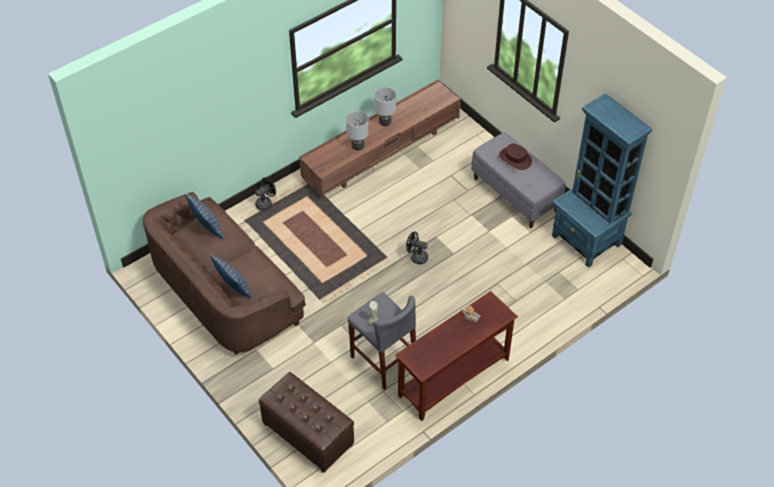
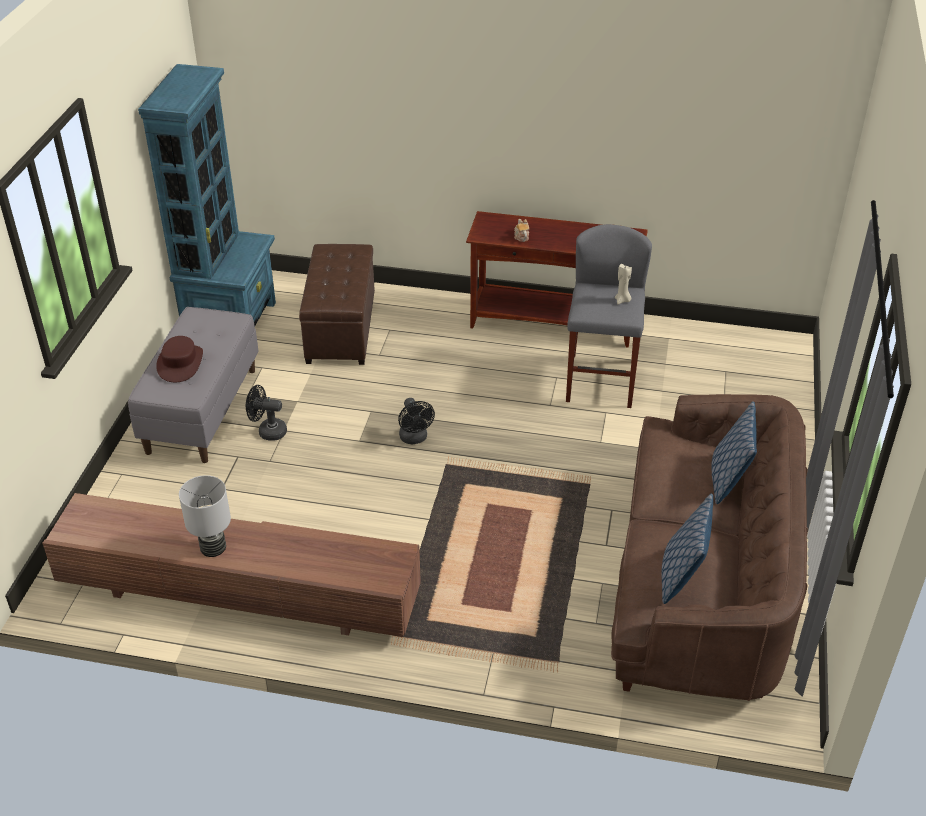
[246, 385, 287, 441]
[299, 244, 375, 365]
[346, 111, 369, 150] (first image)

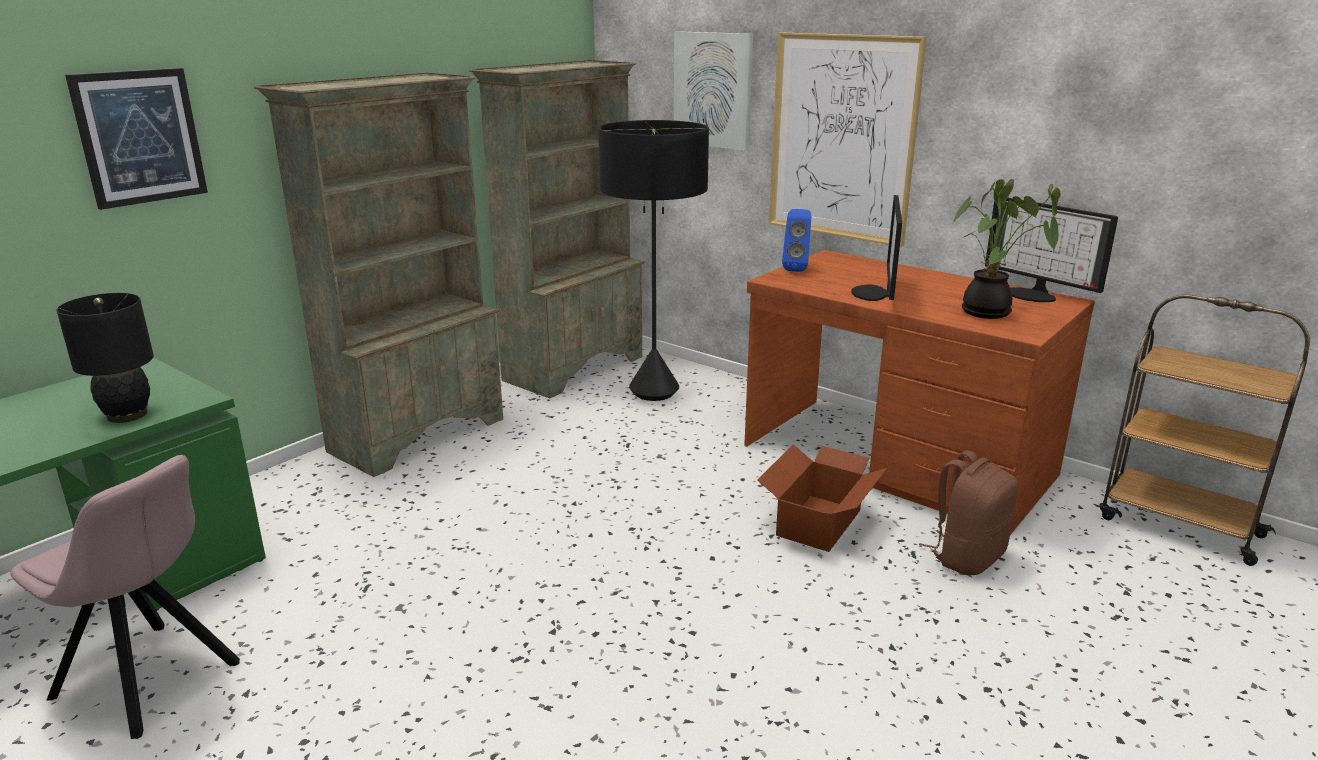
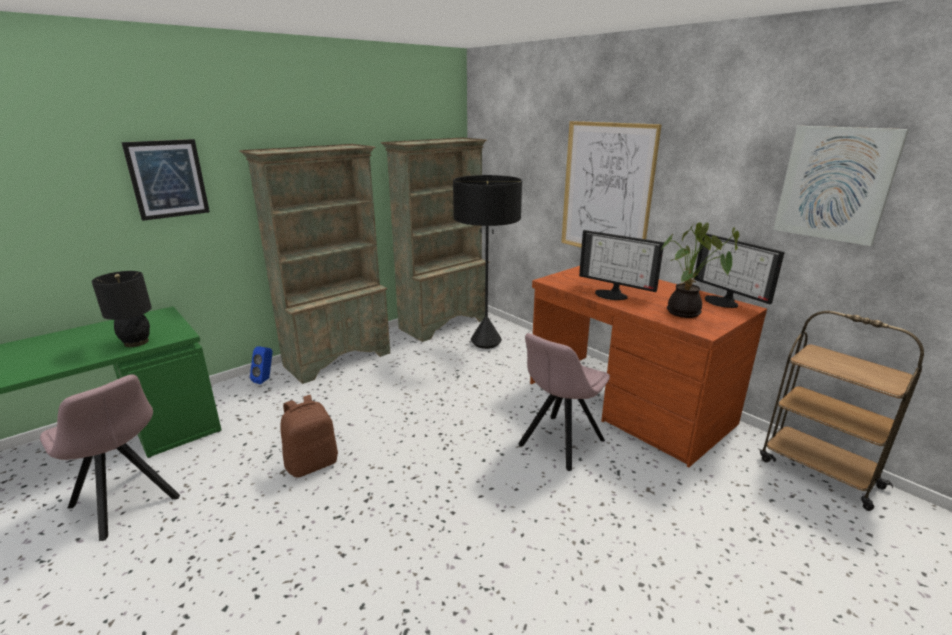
[250, 346, 272, 384]
[280, 395, 338, 478]
[518, 333, 610, 471]
[579, 230, 664, 300]
[773, 126, 909, 246]

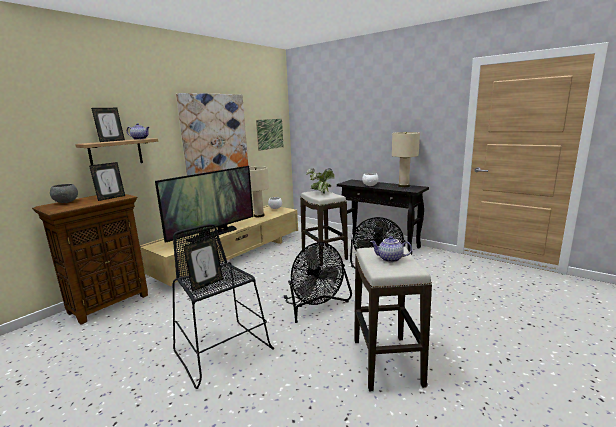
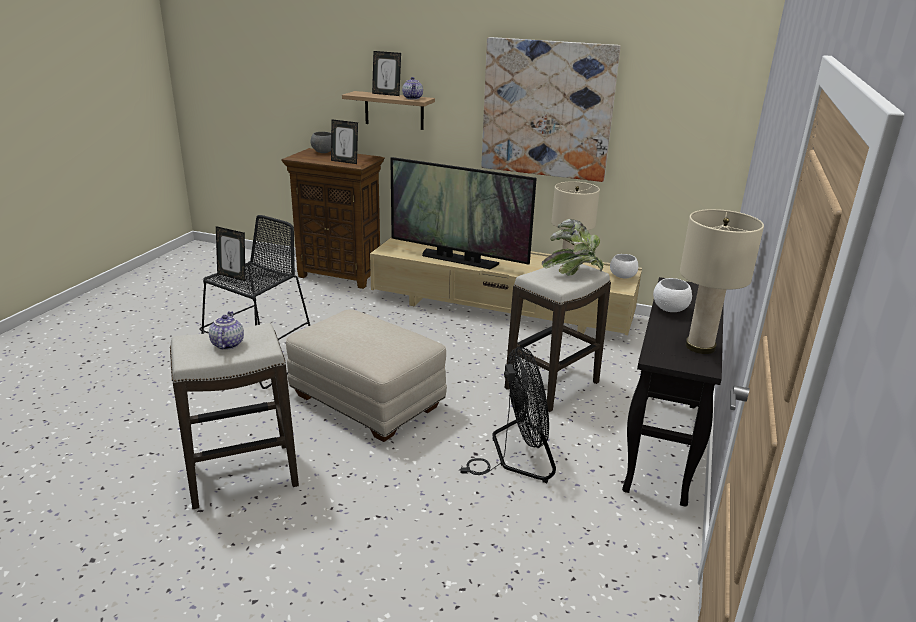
[286, 309, 447, 442]
[256, 119, 284, 151] (first image)

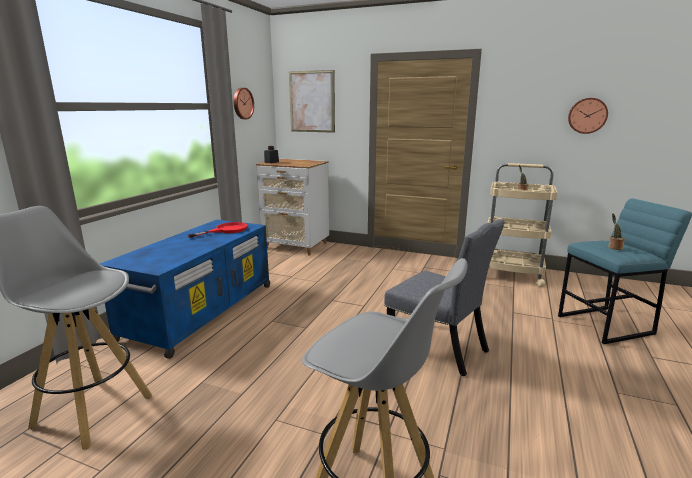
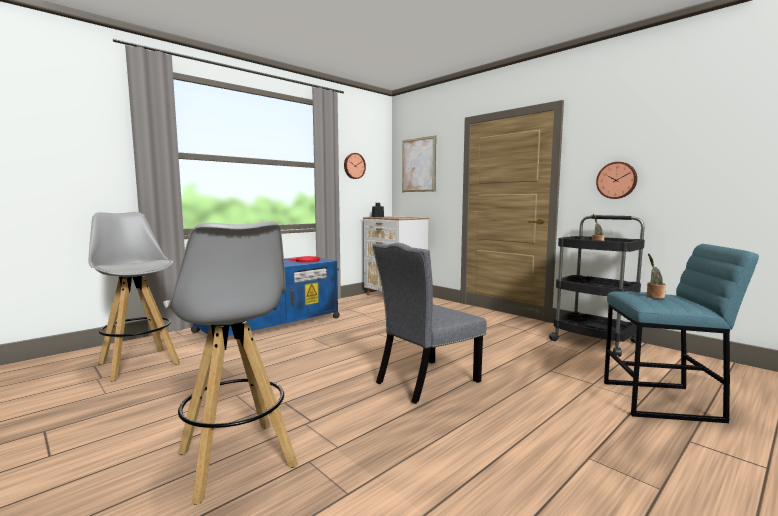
[372, 243, 486, 404]
[549, 215, 645, 357]
[596, 162, 637, 199]

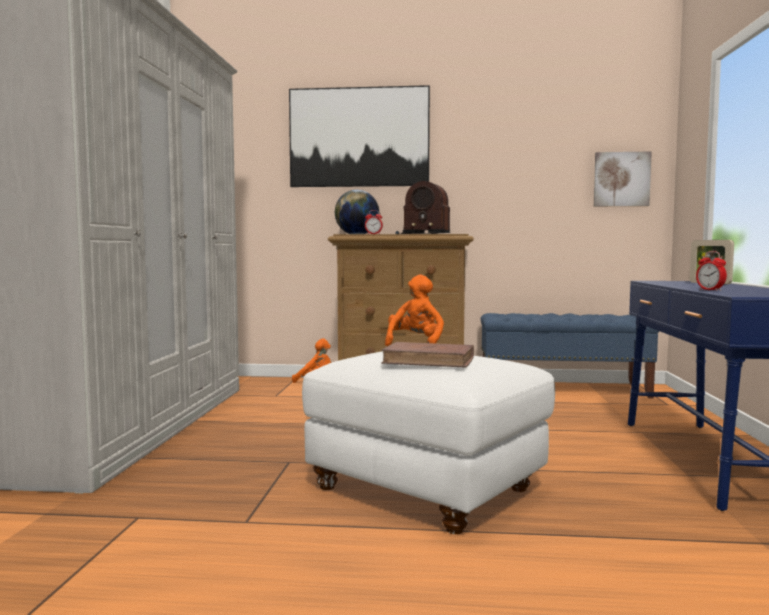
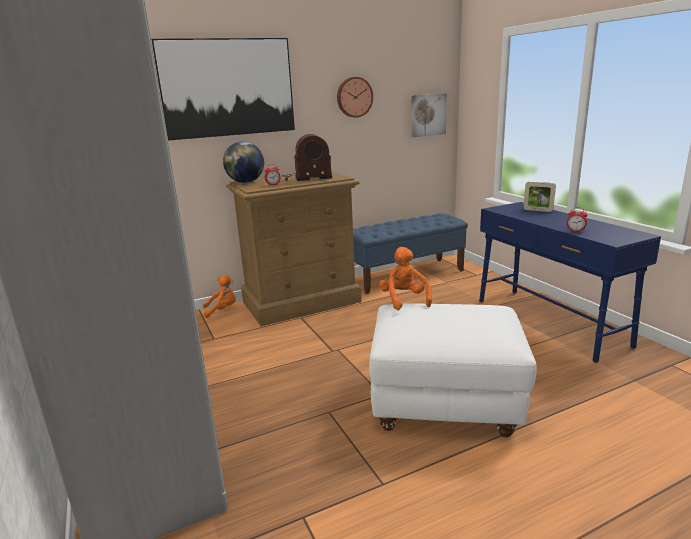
[337, 77, 373, 118]
[381, 342, 474, 368] (first image)

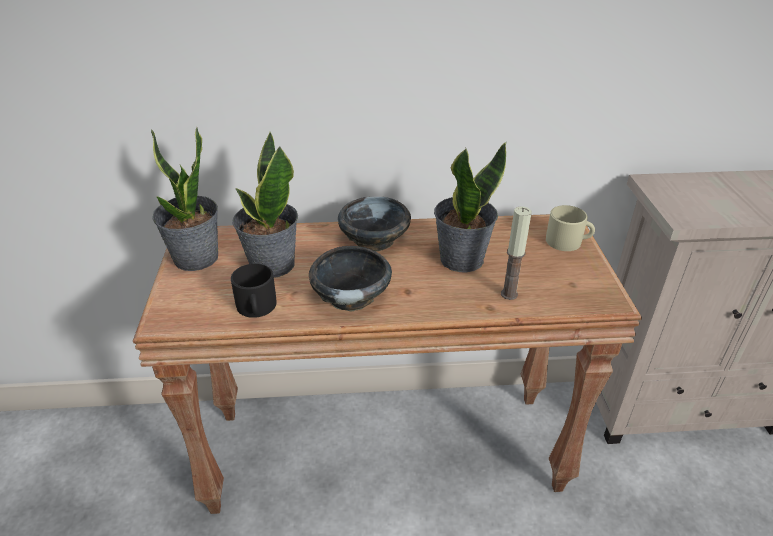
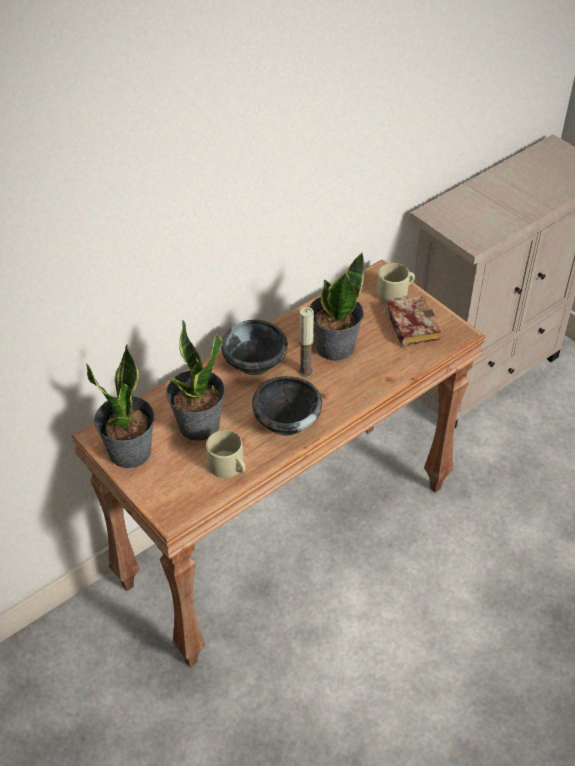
[206, 430, 246, 478]
[299, 307, 314, 377]
[385, 295, 441, 347]

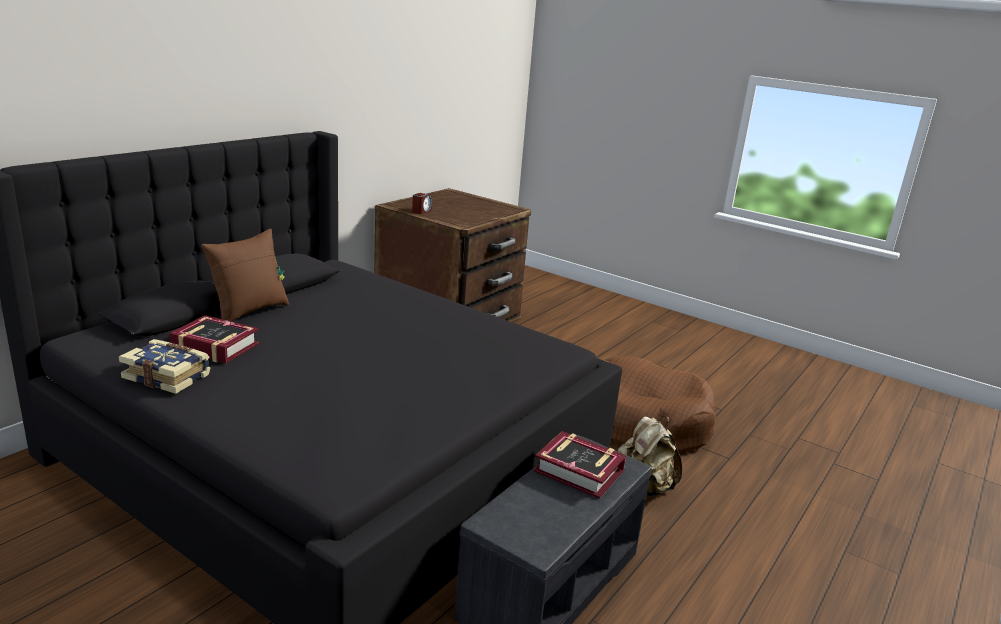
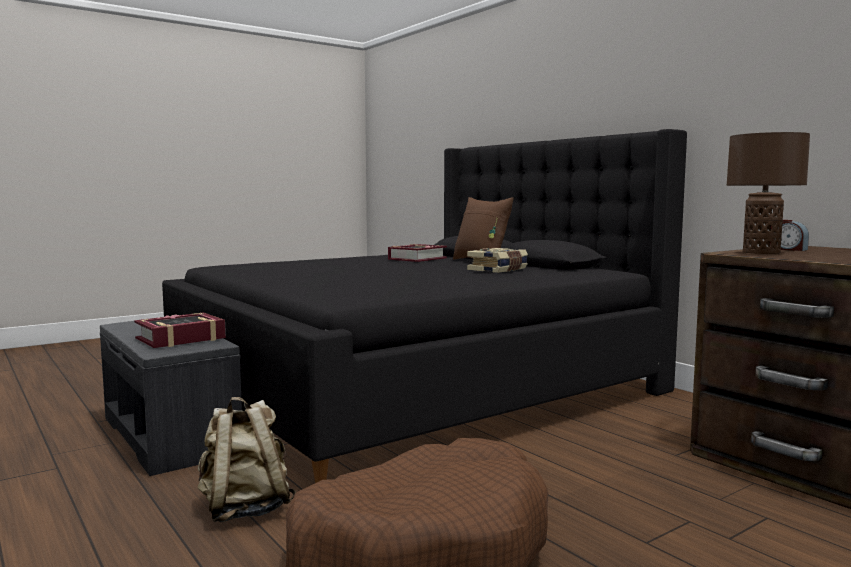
[467, 248, 528, 273]
[727, 132, 810, 254]

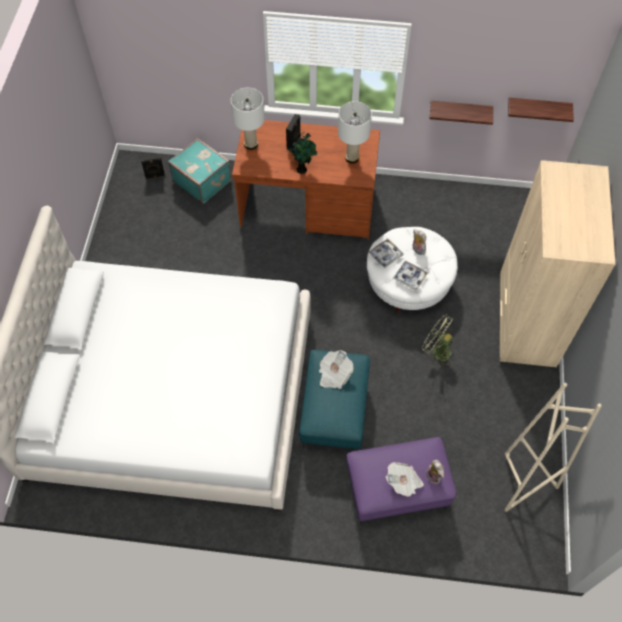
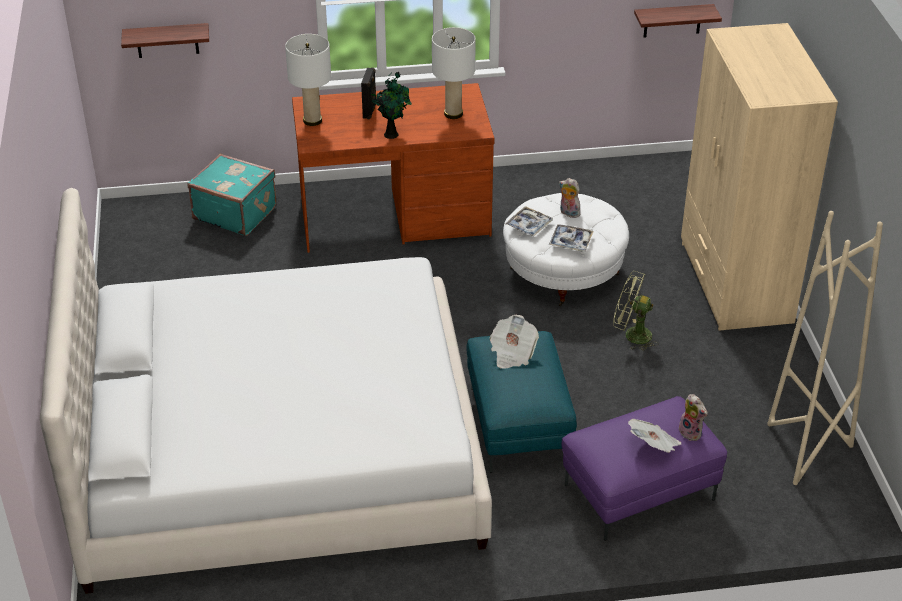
[121, 23, 209, 58]
[141, 155, 165, 179] (first image)

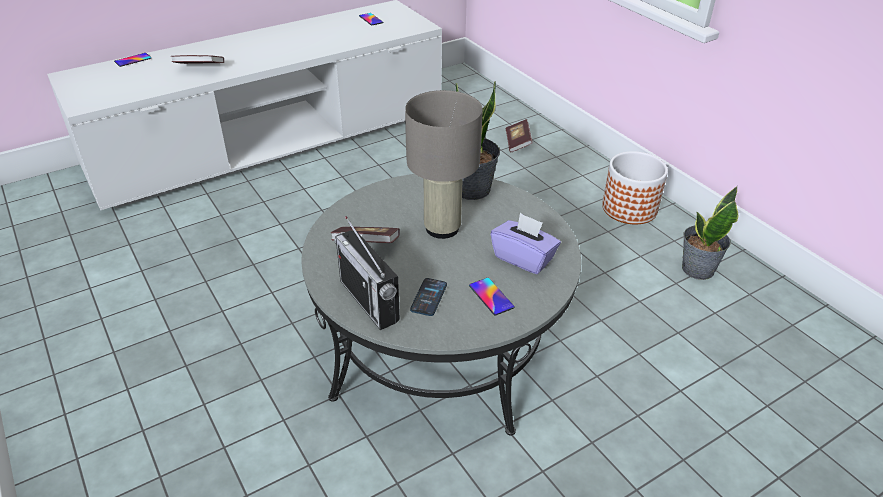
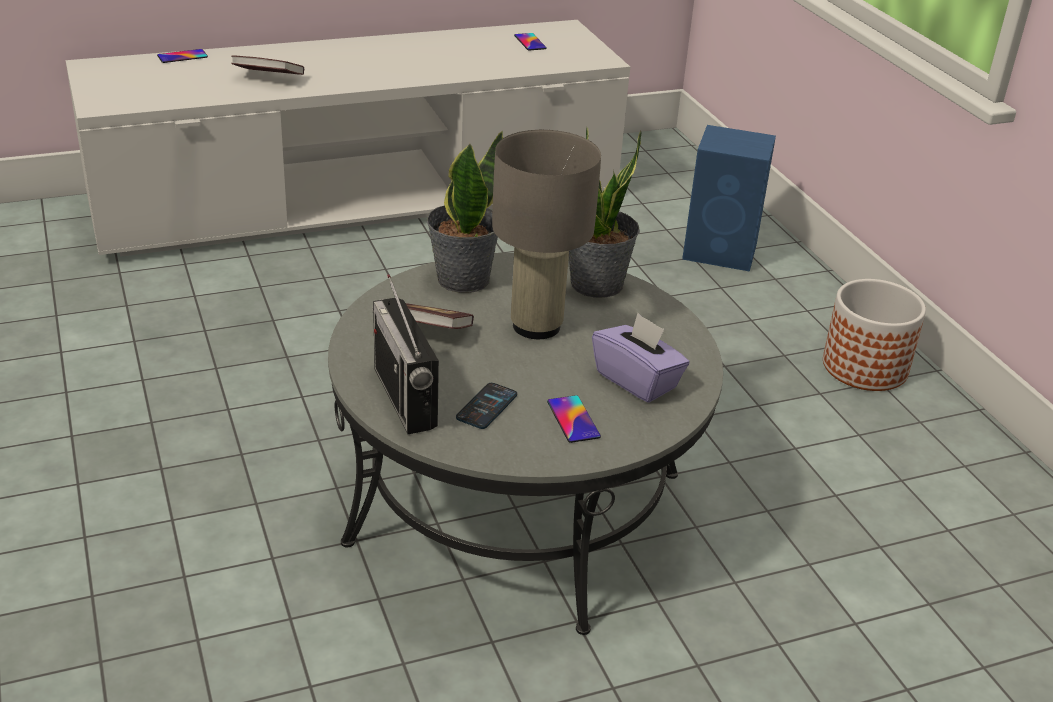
[427, 130, 503, 293]
[682, 125, 776, 272]

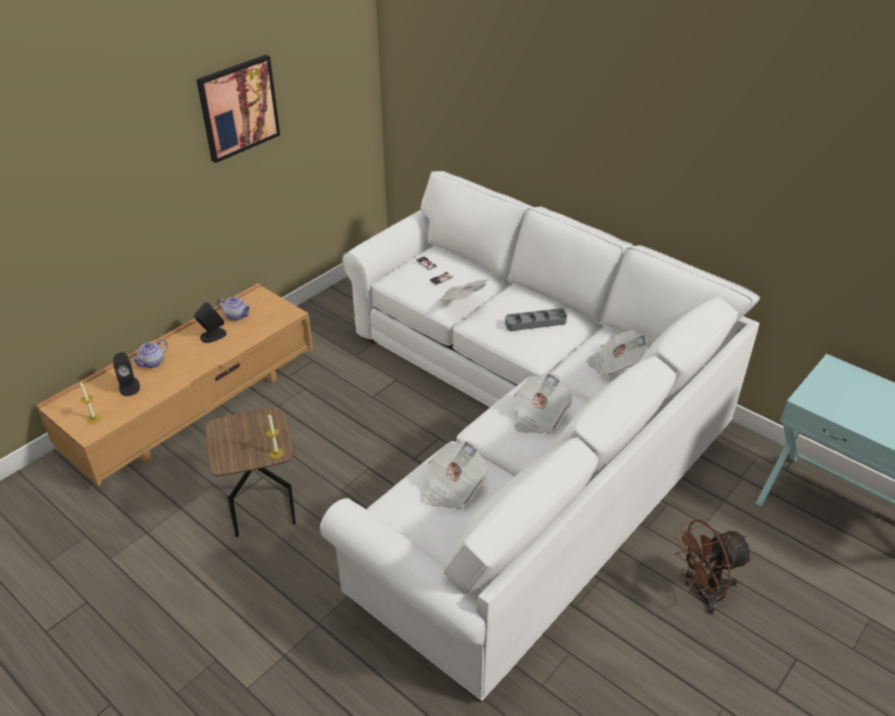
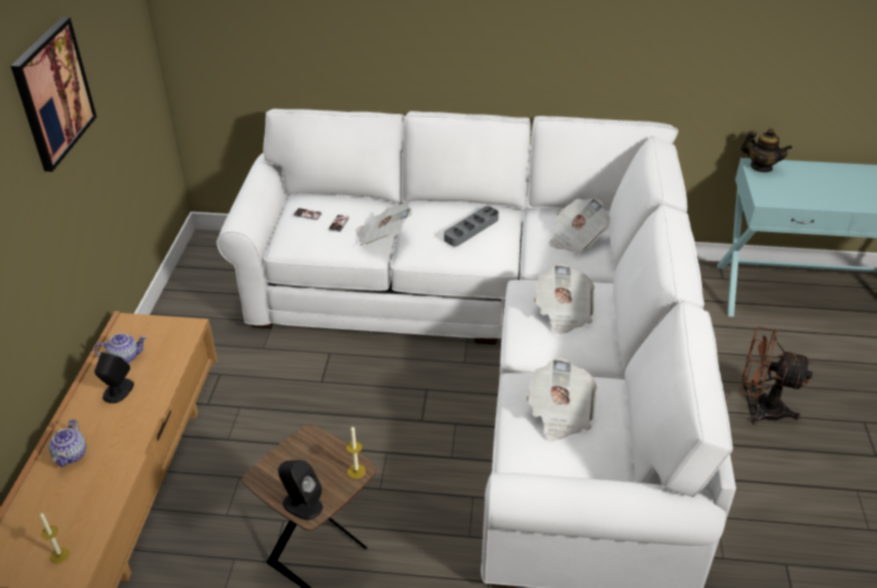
[278, 460, 323, 520]
[740, 327, 813, 425]
[741, 128, 792, 172]

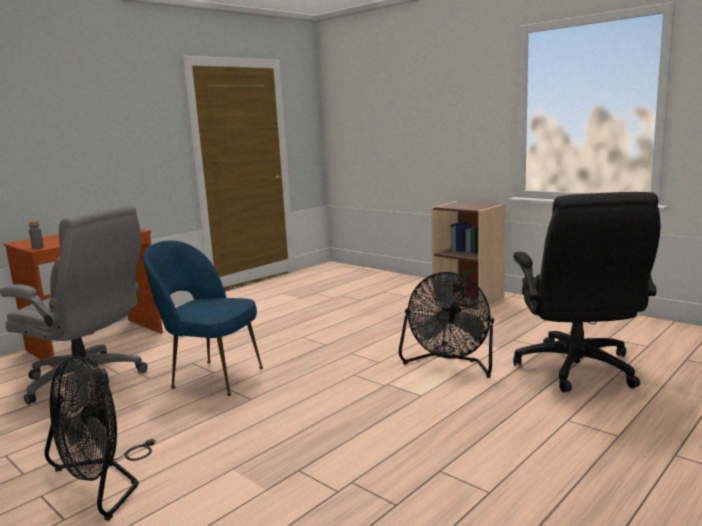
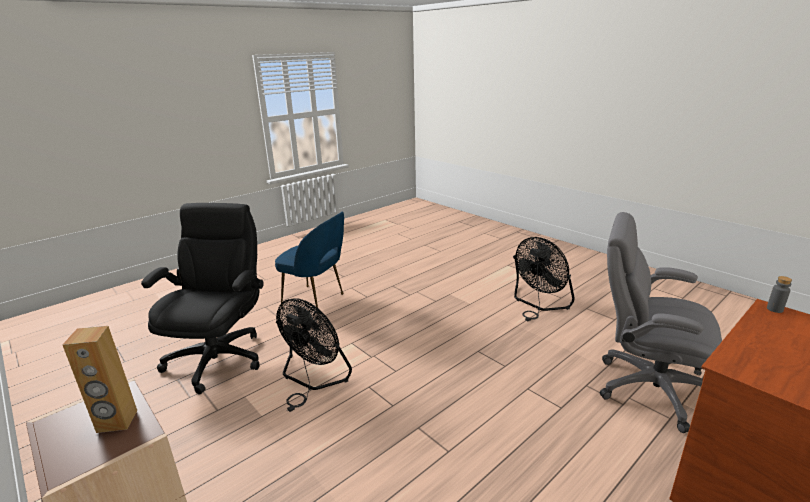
[62, 326, 137, 433]
[275, 211, 344, 308]

